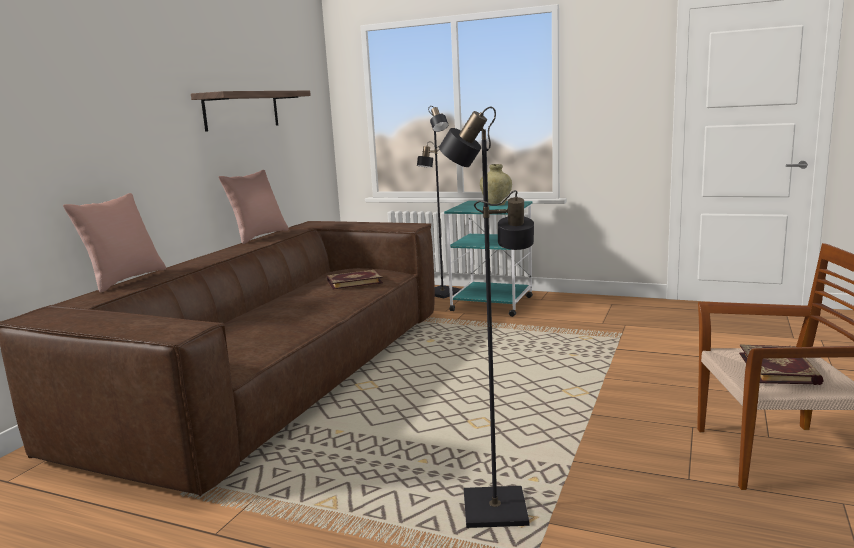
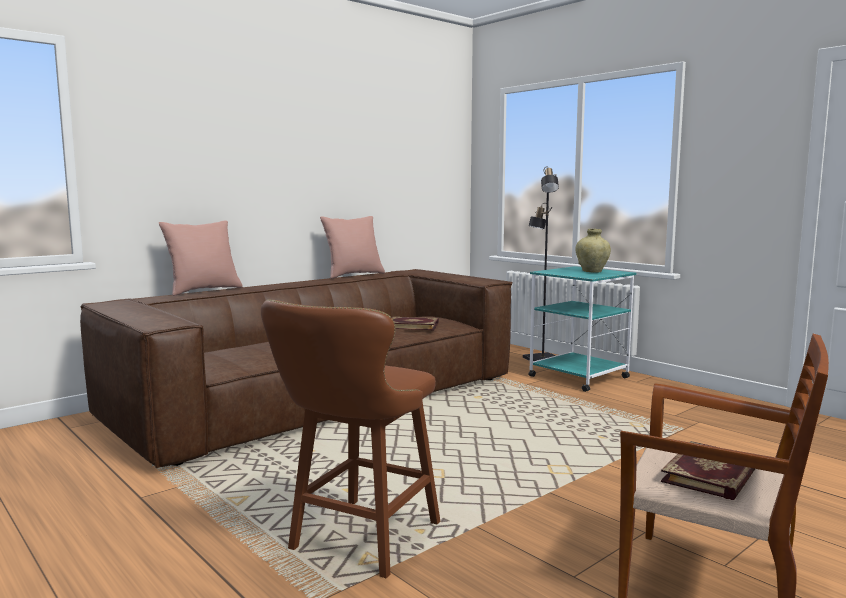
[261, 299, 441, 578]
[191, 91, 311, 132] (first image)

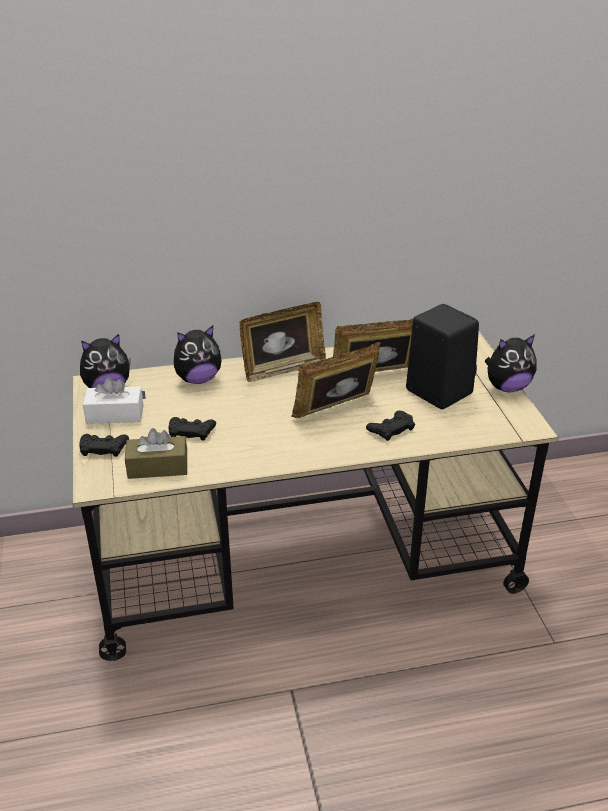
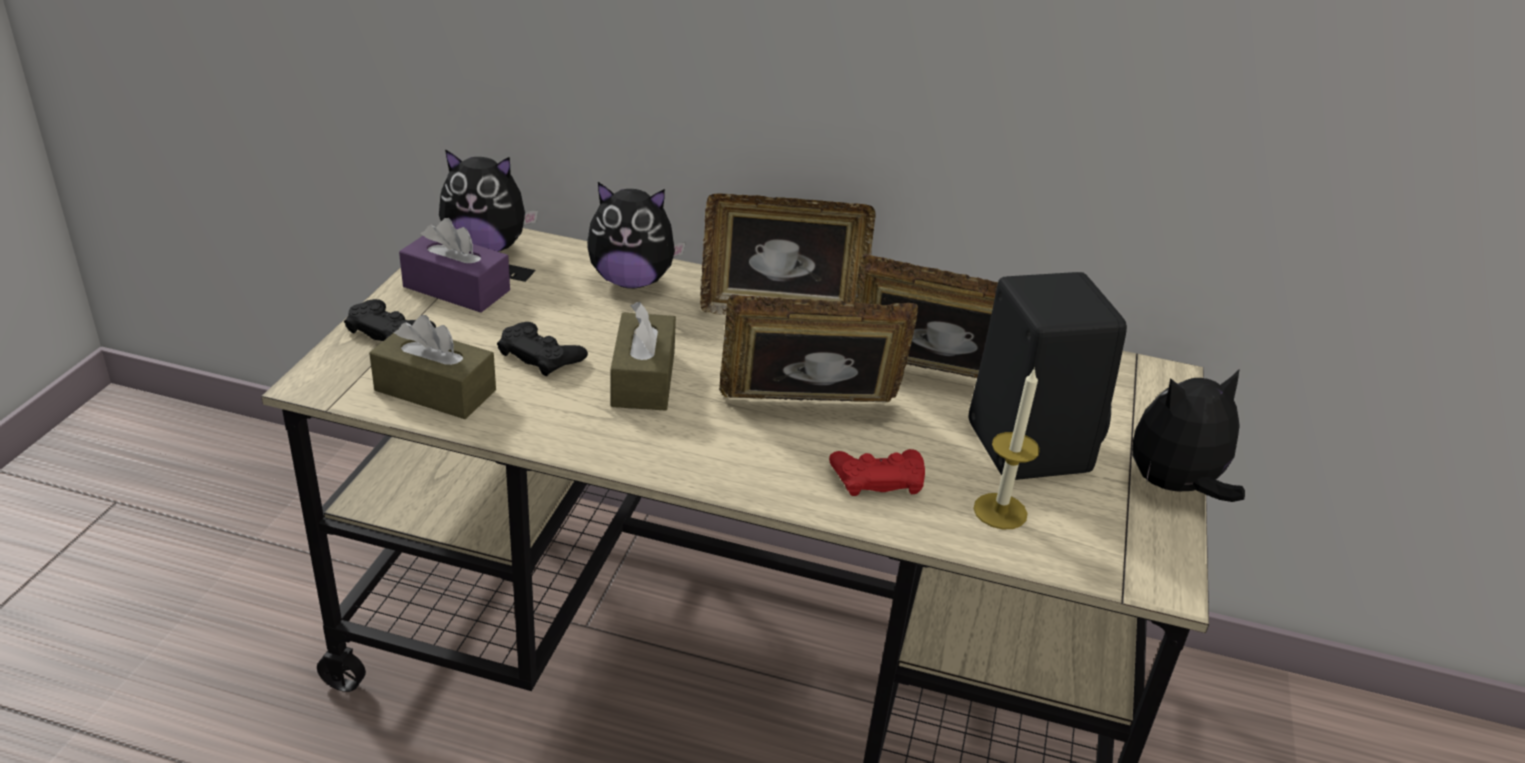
[399, 218, 510, 313]
[610, 302, 676, 411]
[829, 449, 925, 496]
[973, 367, 1040, 529]
[1132, 369, 1245, 502]

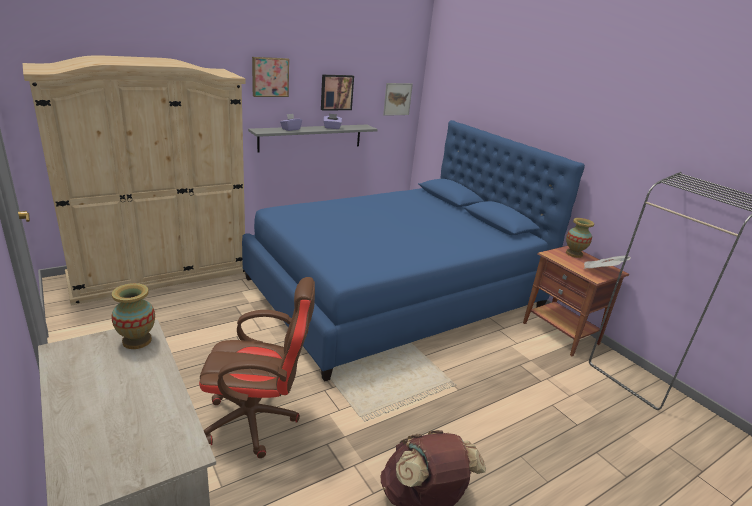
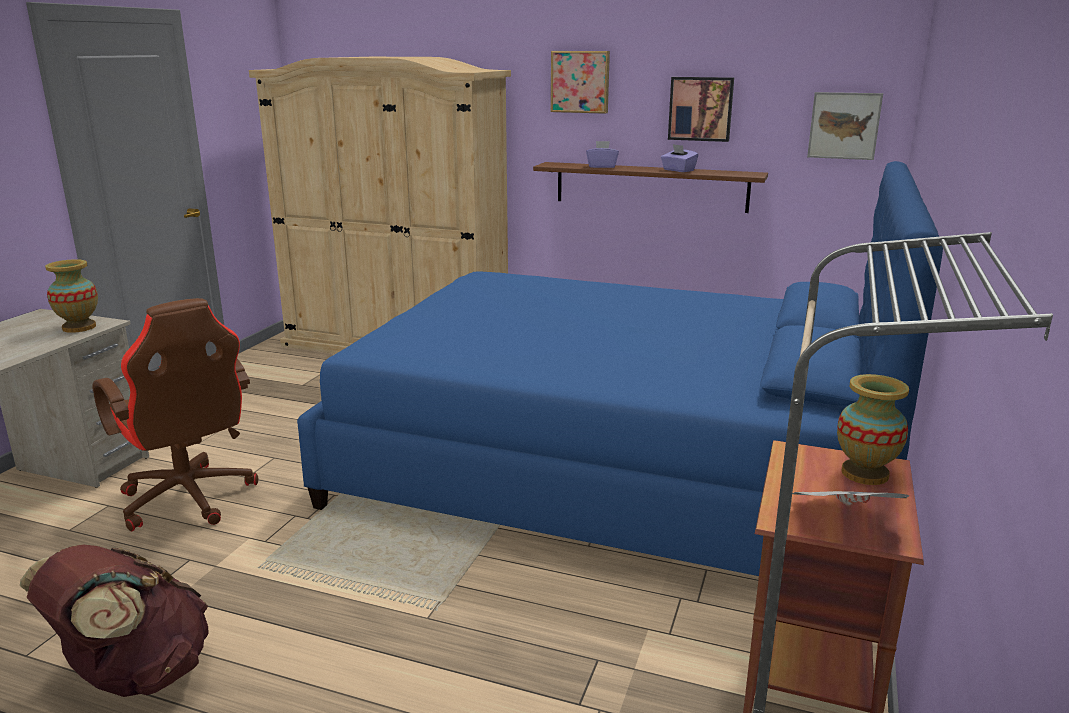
[533, 162, 768, 213]

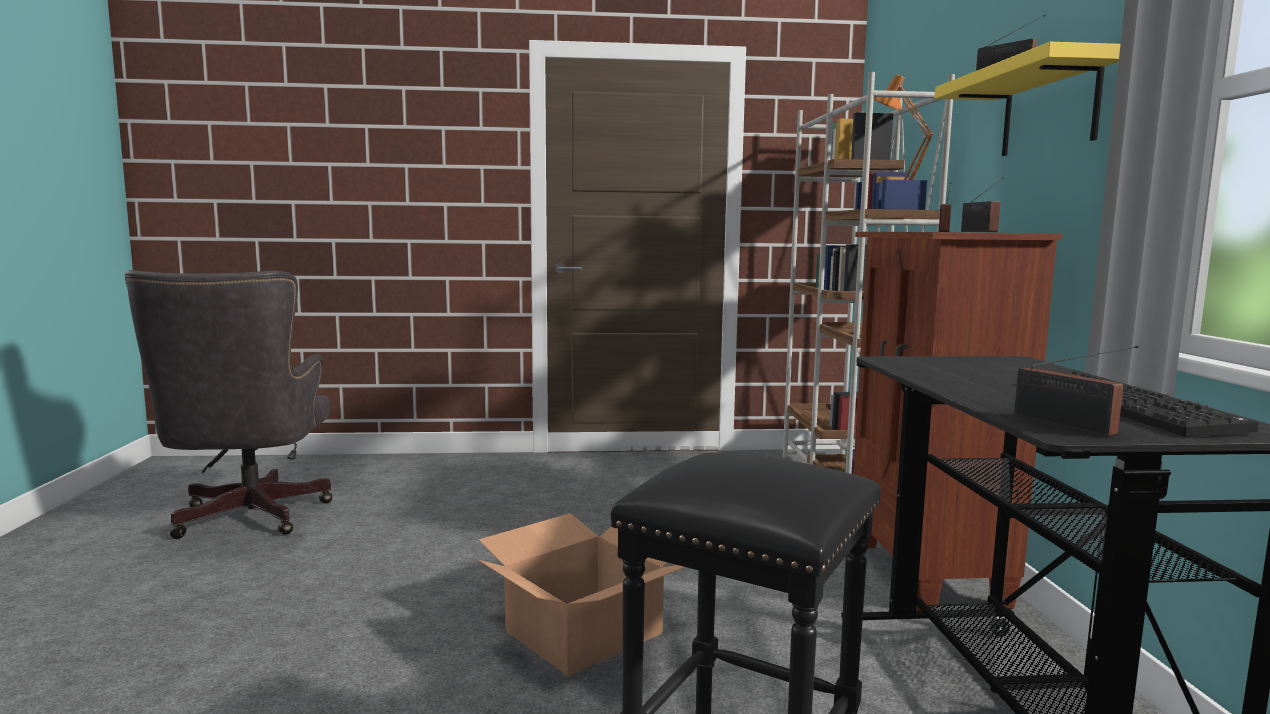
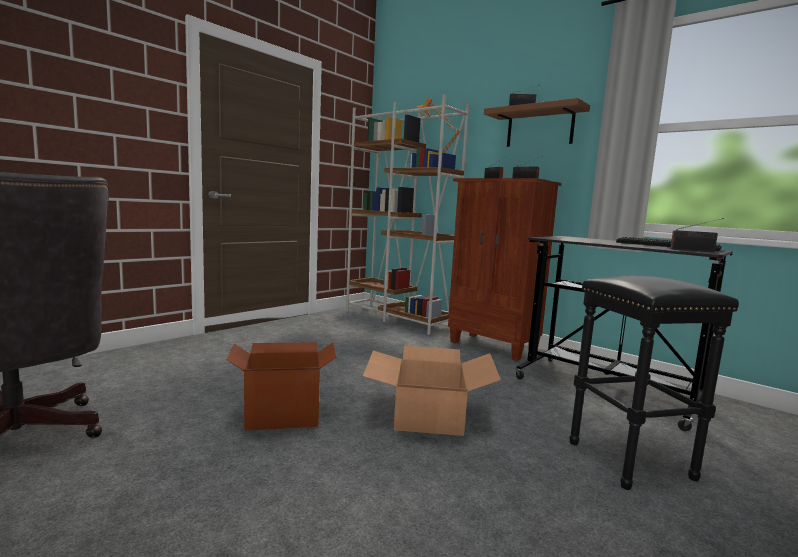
[226, 342, 336, 431]
[484, 98, 590, 147]

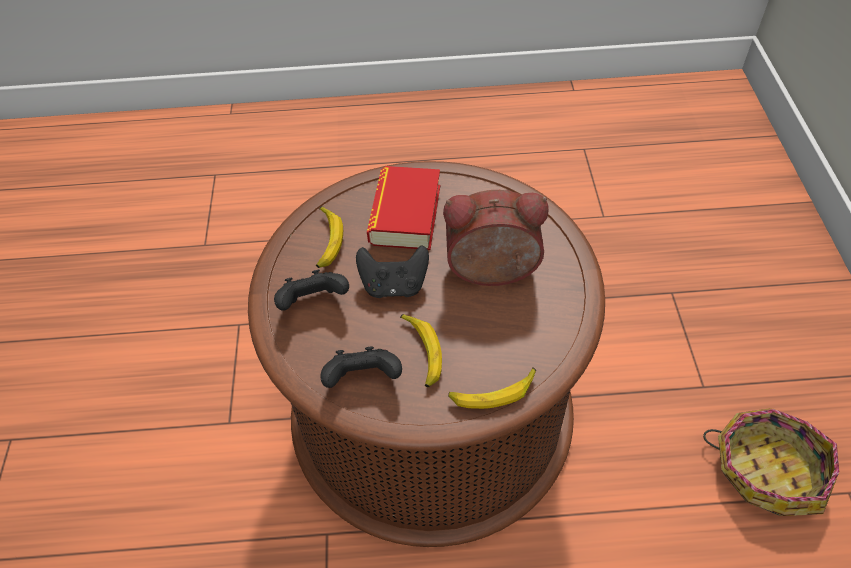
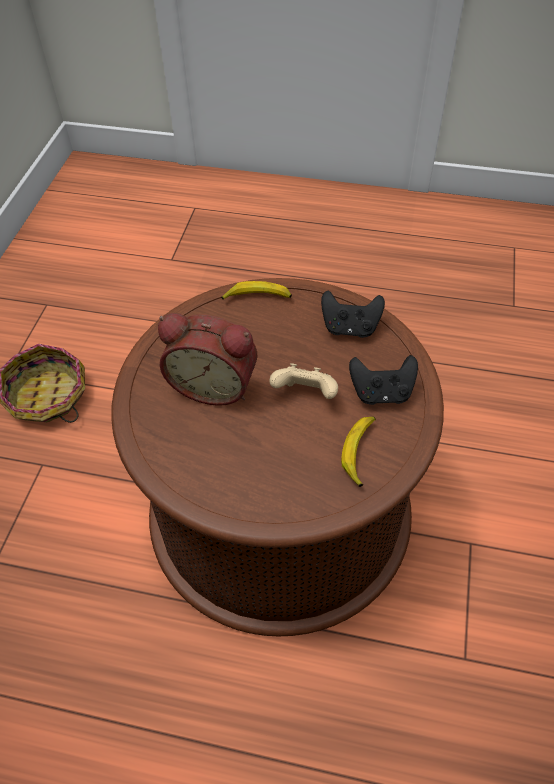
[269, 363, 338, 399]
[367, 166, 440, 250] (first image)
[400, 314, 442, 387] (first image)

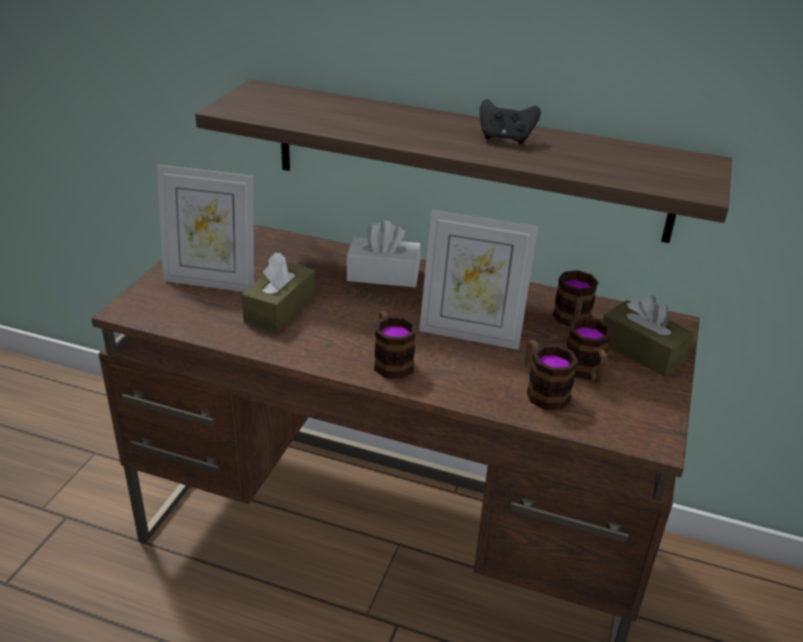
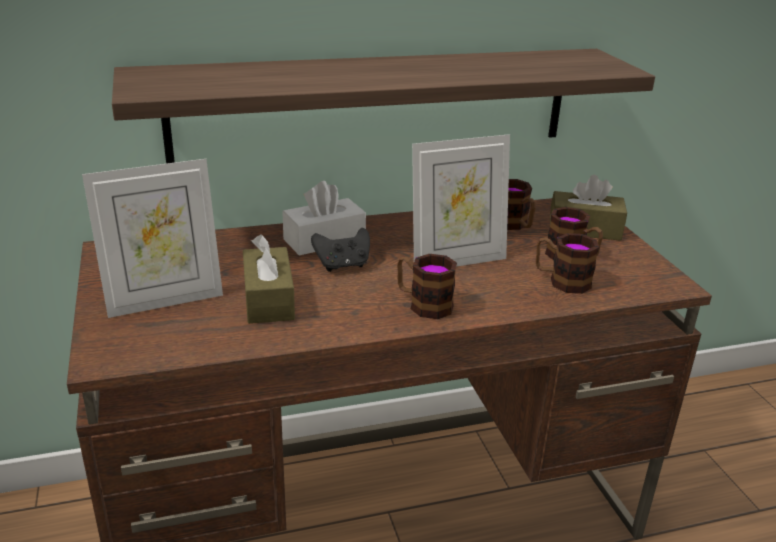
[311, 228, 370, 272]

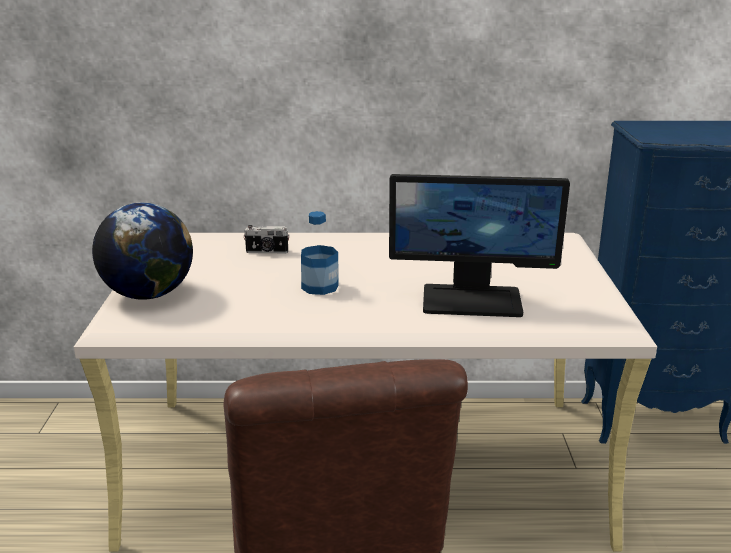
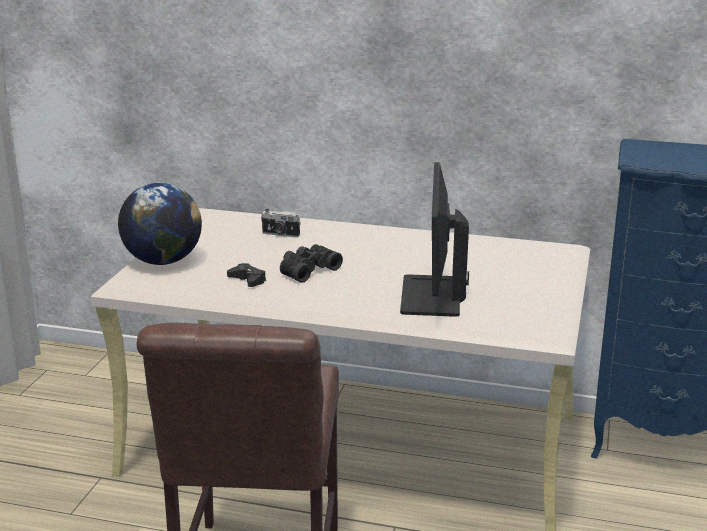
[227, 263, 266, 287]
[280, 244, 343, 283]
[400, 162, 469, 317]

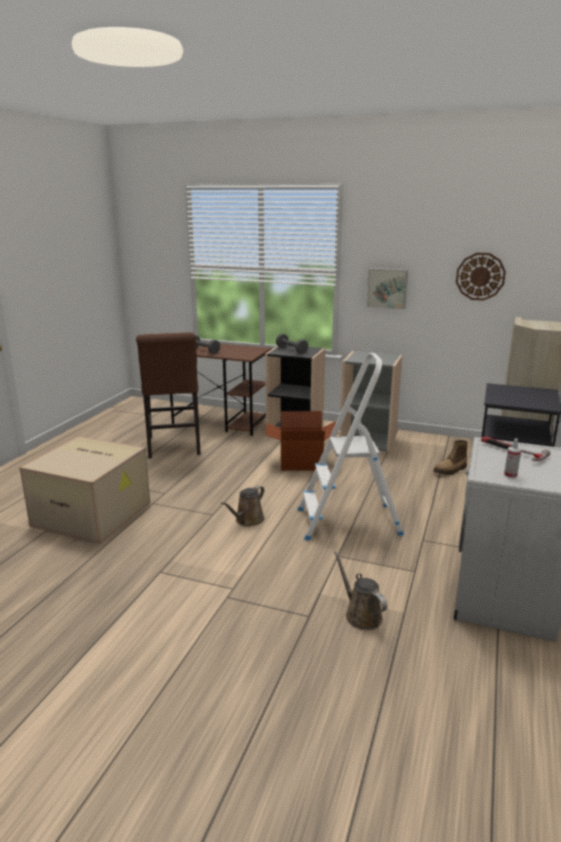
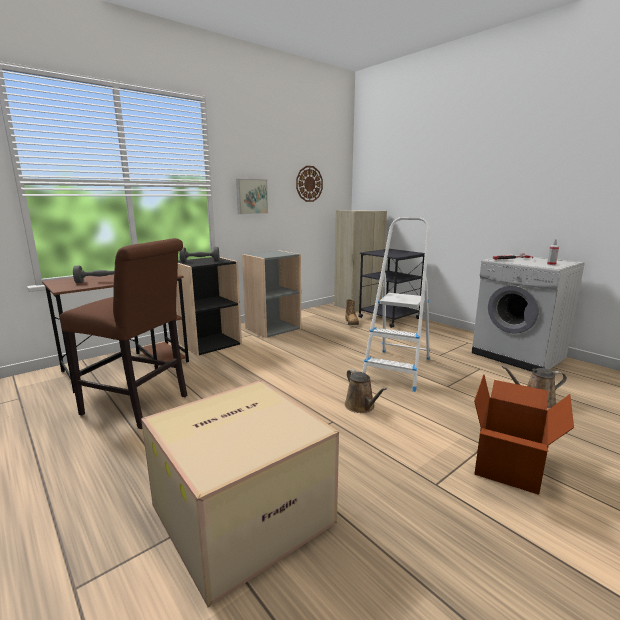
[474, 374, 574, 495]

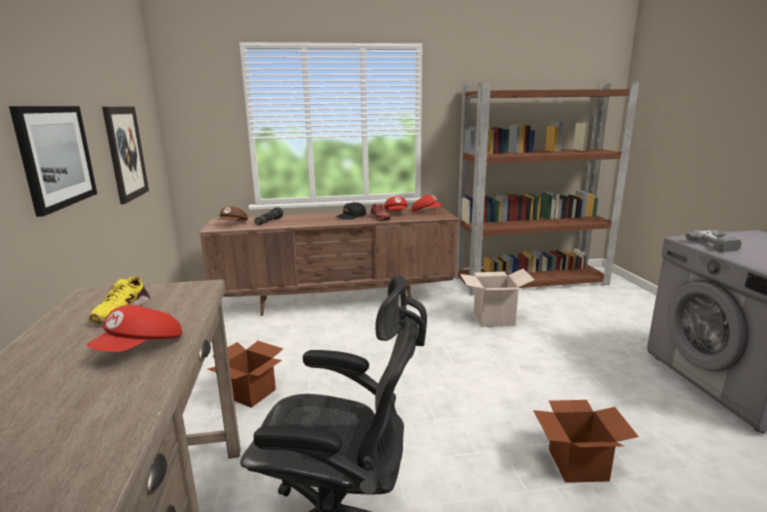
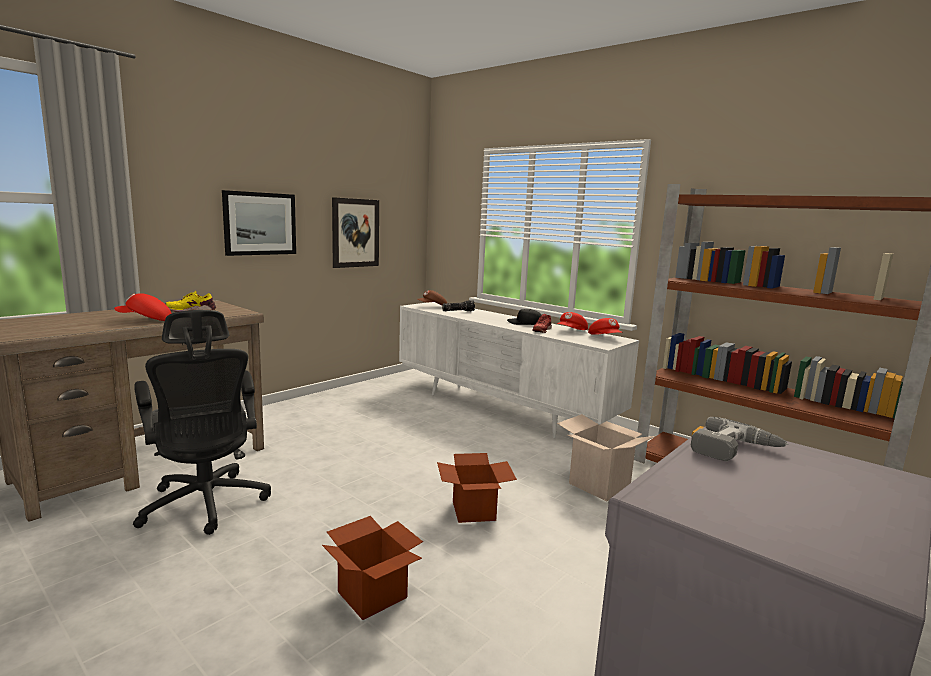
[399, 302, 639, 438]
[437, 453, 517, 523]

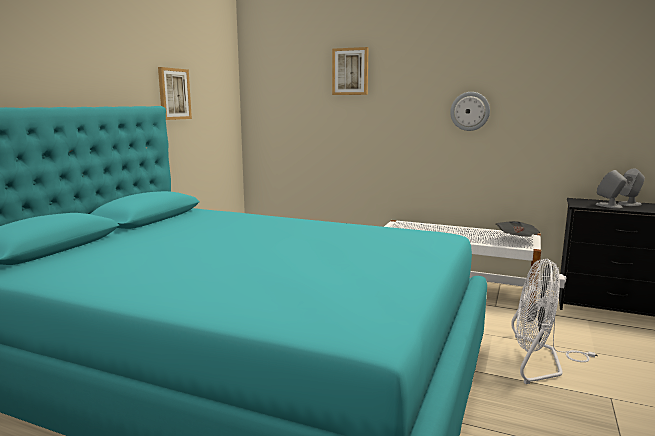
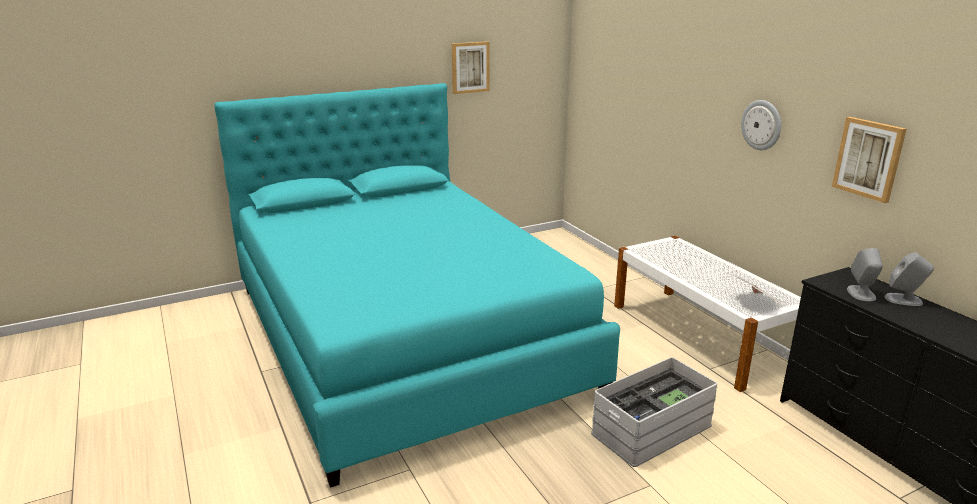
[591, 357, 718, 467]
[832, 117, 906, 203]

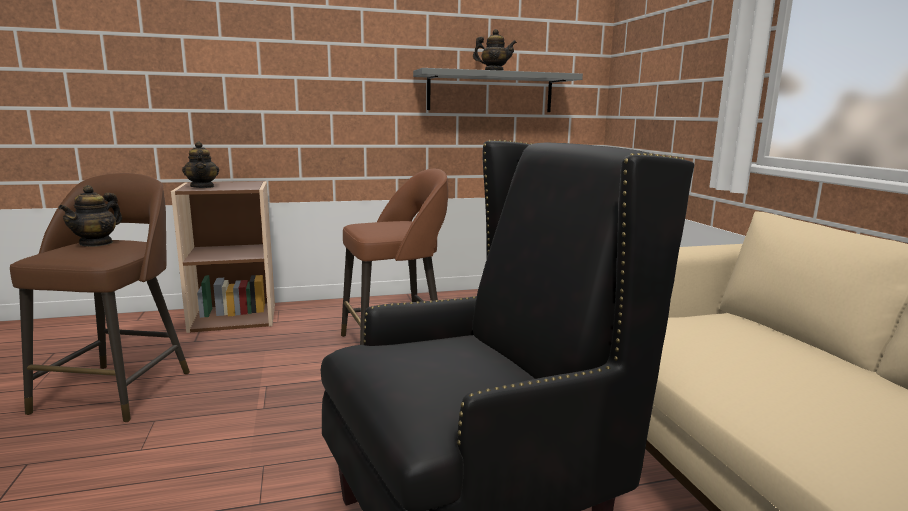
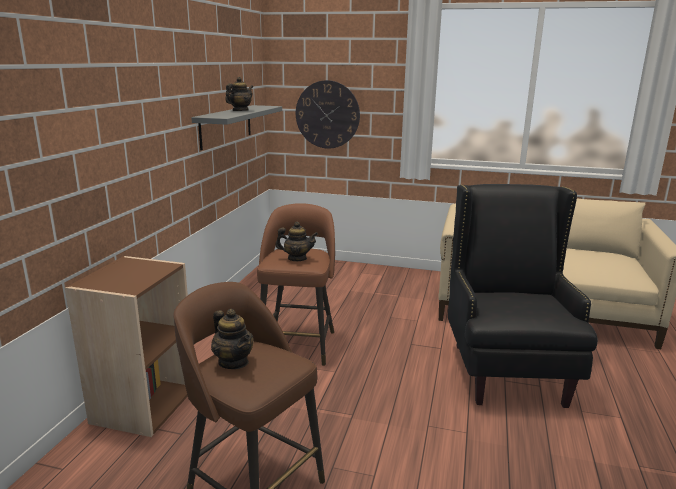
[275, 221, 318, 261]
[296, 80, 360, 149]

